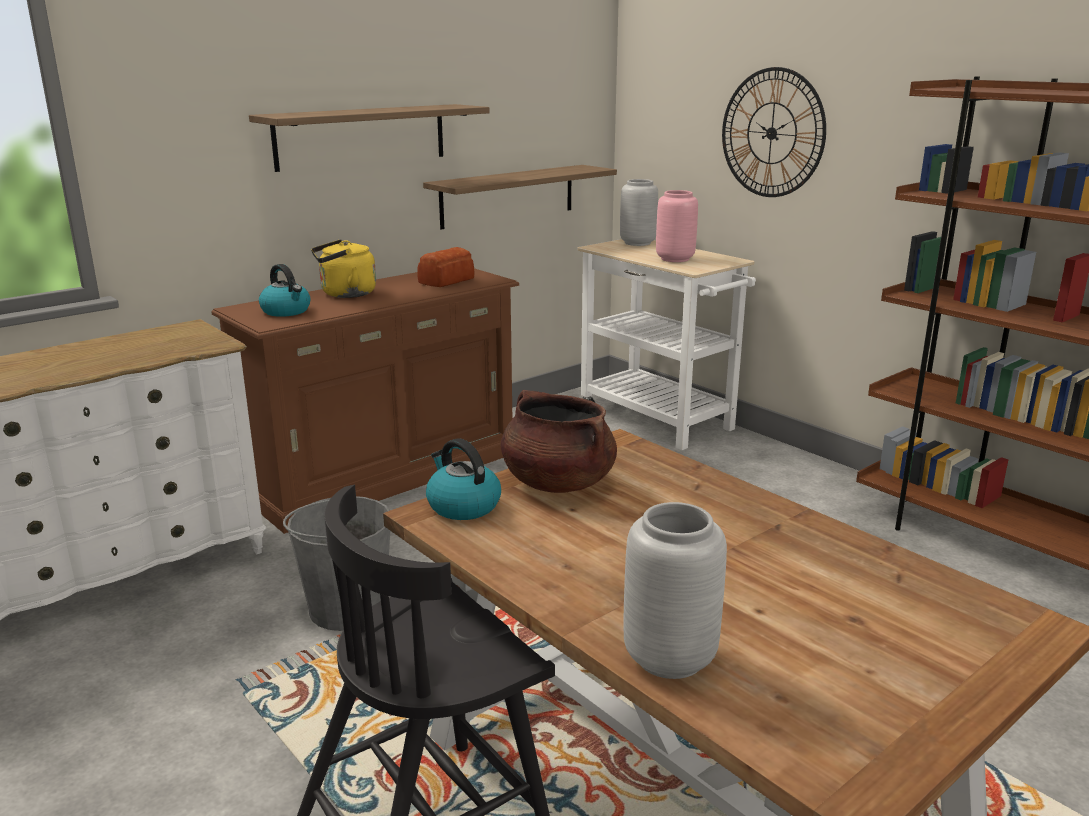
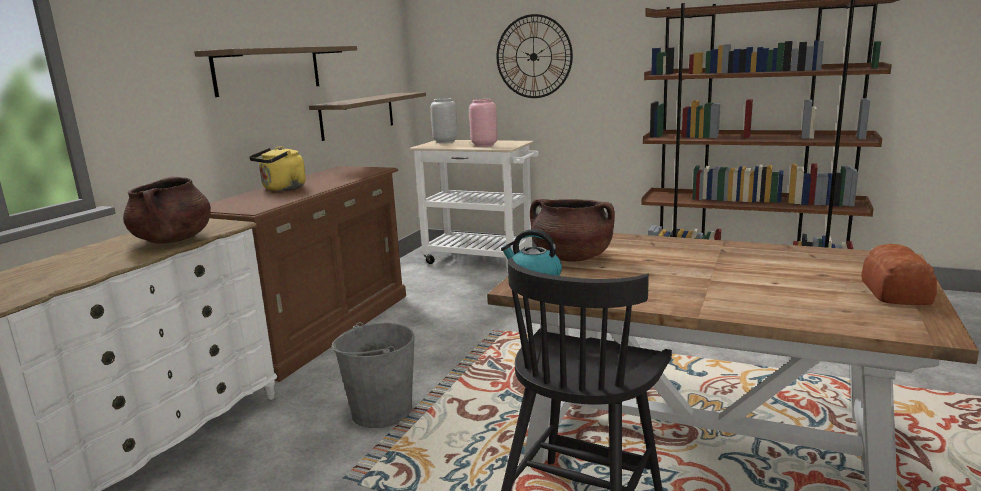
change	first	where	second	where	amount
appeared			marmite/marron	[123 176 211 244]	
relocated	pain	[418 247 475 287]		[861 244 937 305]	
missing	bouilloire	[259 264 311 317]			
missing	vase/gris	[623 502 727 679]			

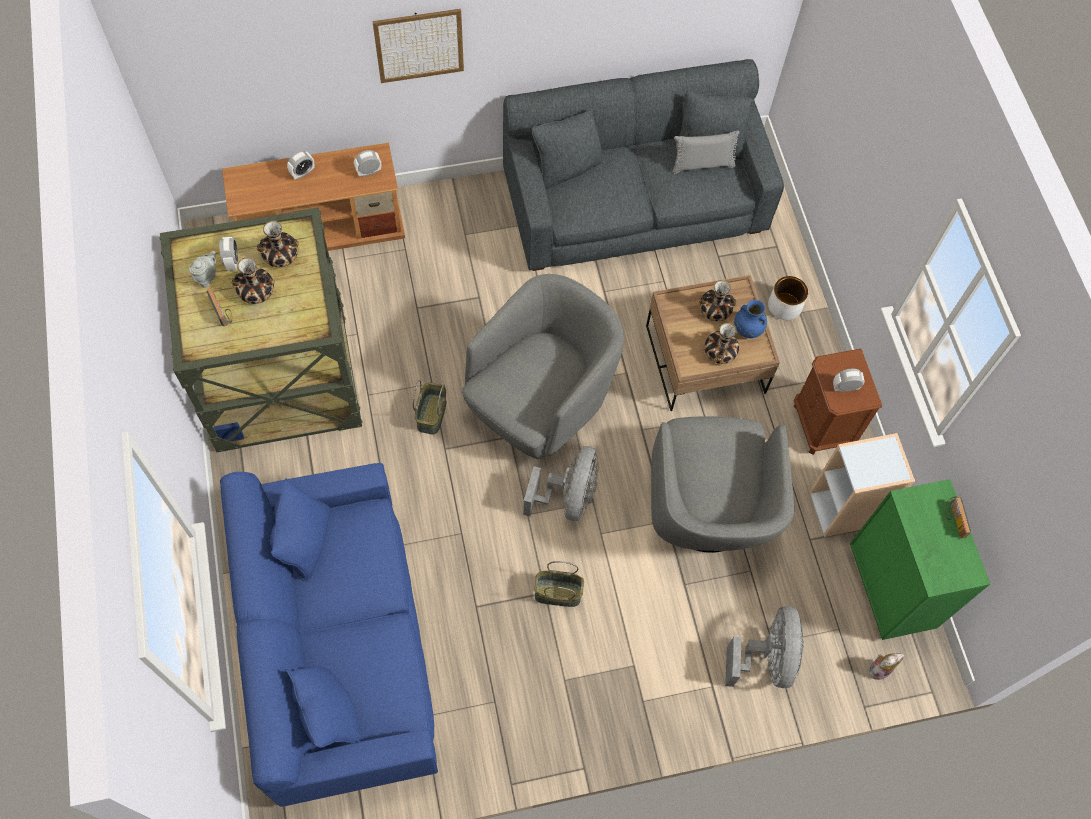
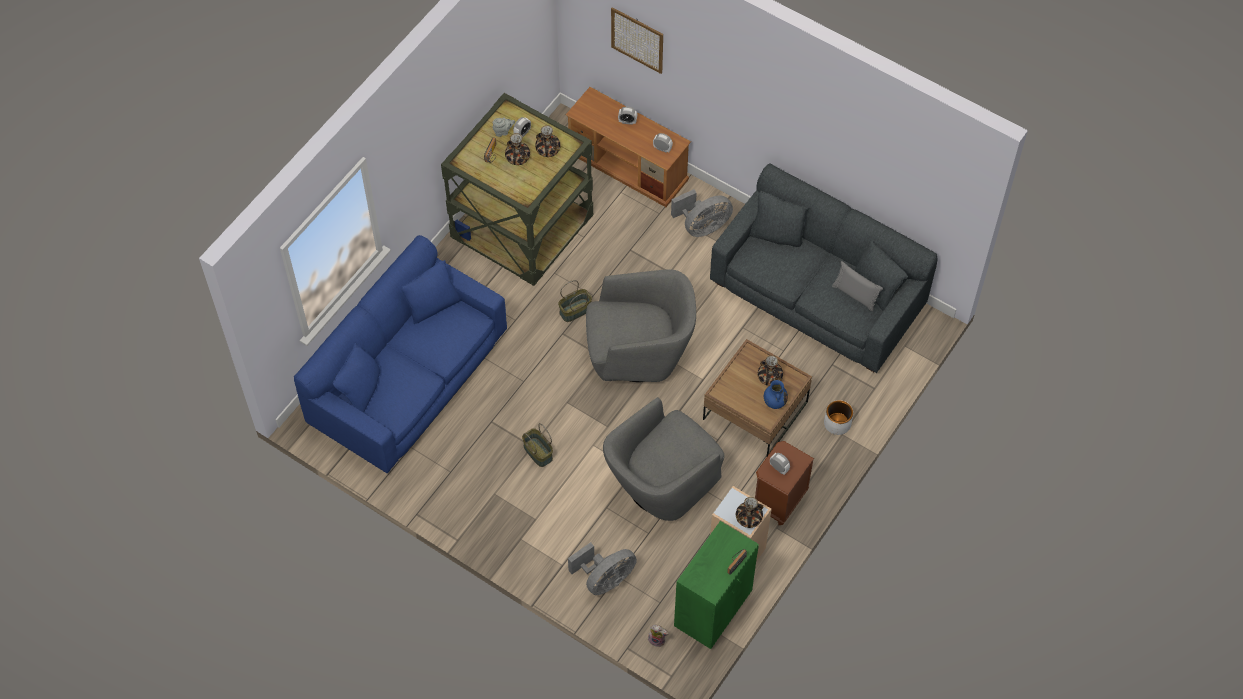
change	first	where	second	where	amount
relocated	tableau	[372 9 464 83]		[611 7 663 74]	
relocated	ventilateur/gris	[523 446 598 521]		[671 189 733 237]	
relocated	vase	[705 323 739 364]		[736 497 763 528]	

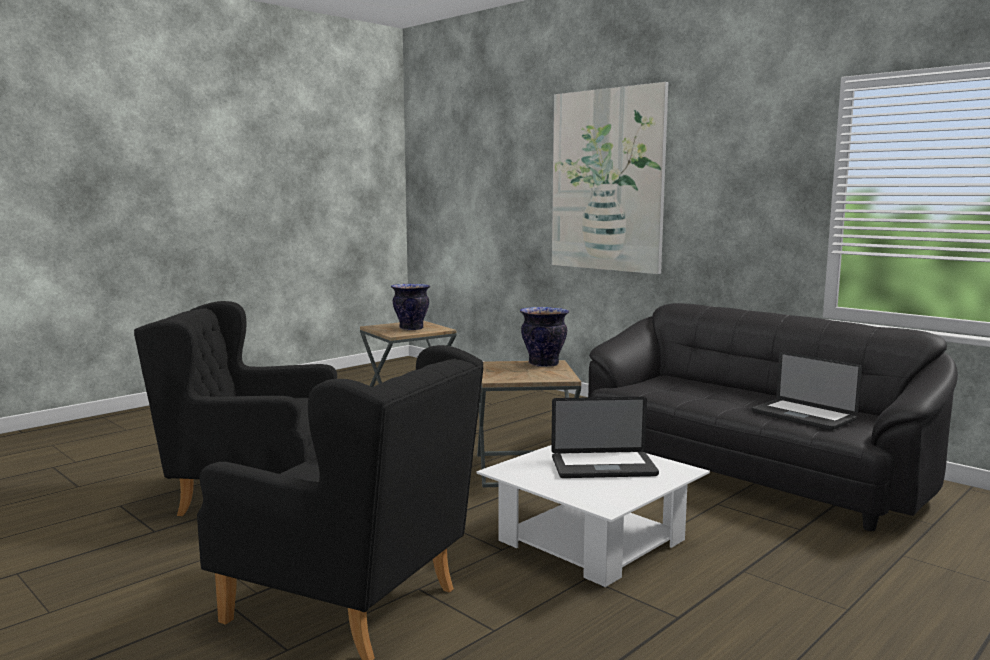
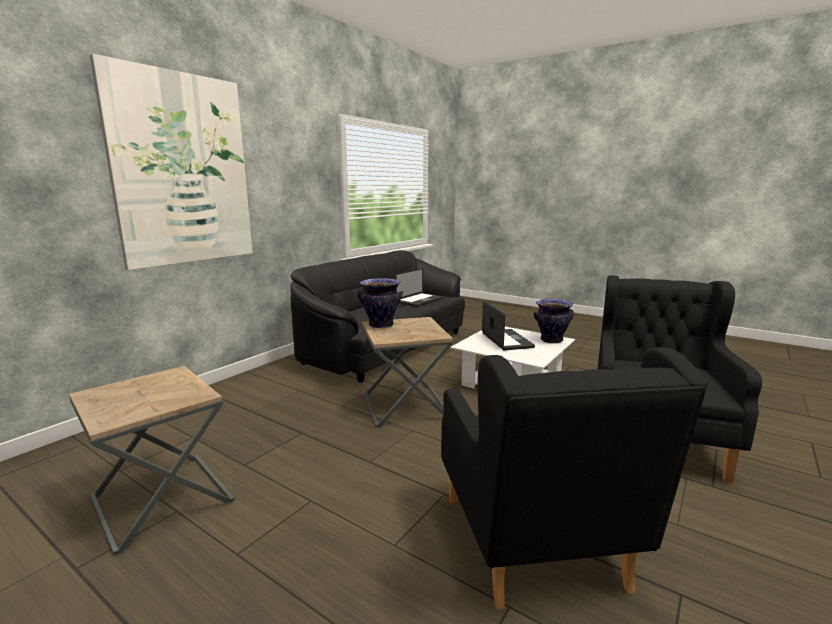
change	first	where	second	where	amount
relocated	vase	[391 284 430 330]		[534 299 574 344]	

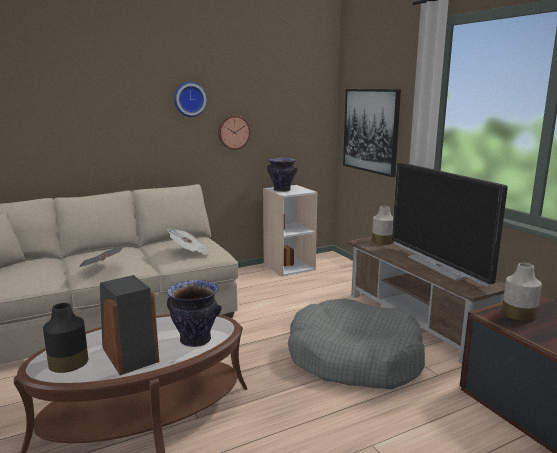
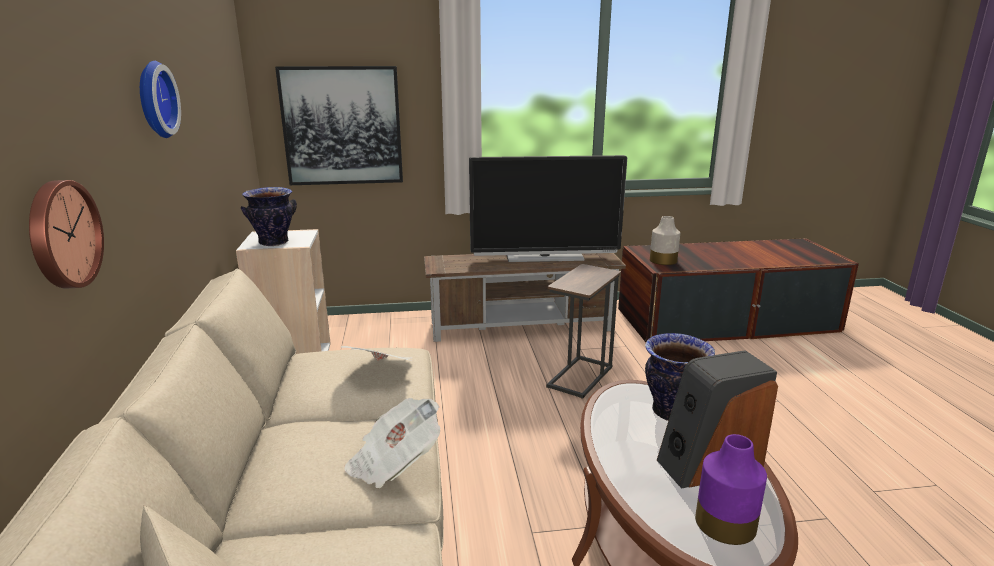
change	first	where	second	where	amount
relocated	horloge murale	[218 116 251 150]		[29 180 104 288]	
exchanged	panier pour chien/gris	[288 299 425 389]	table d'appoint/marron	[546 264 621 399]	
colour	vase/noir	[43 303 88 373]	vase/violet	[695 434 767 545]	
missing	vase/beige	[372 206 394 245]			

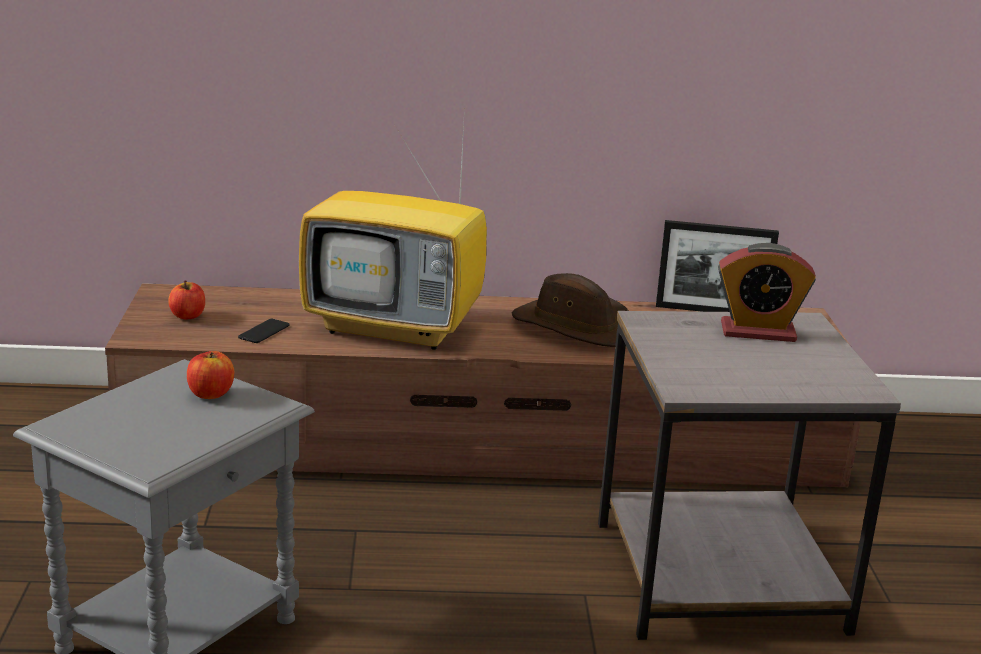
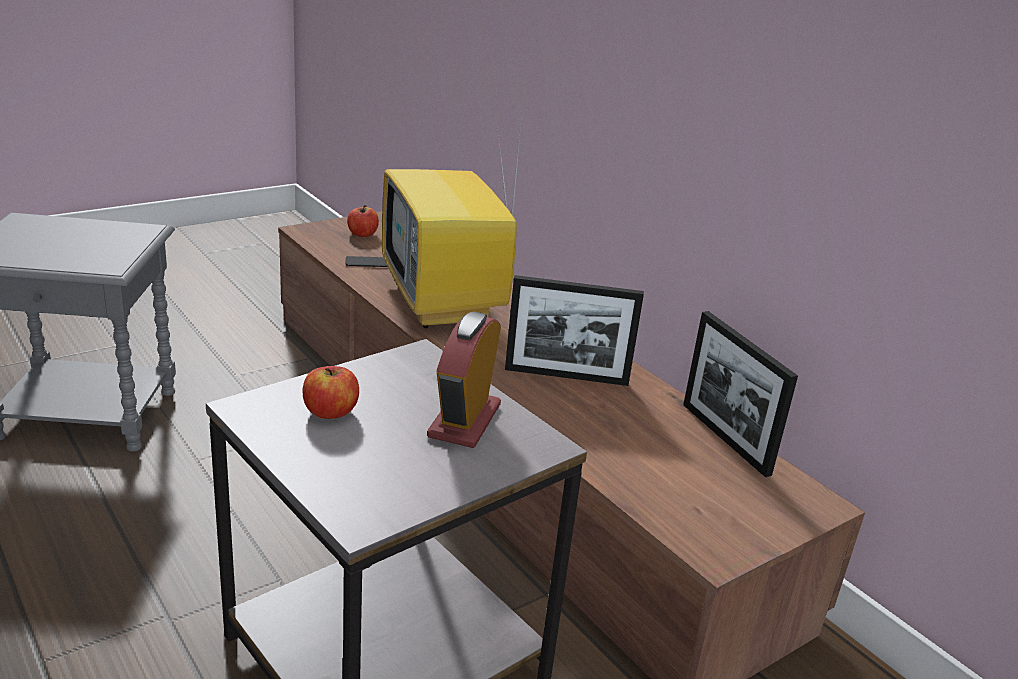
change	first	where	second	where	amount
relocated	pomme	[187 351 234 399]		[302 366 359 419]	
spun	réveil	[718 243 816 342]		[427 312 501 448]	45 degrees clockwise
exchanged	chapeau/marron	[512 273 629 347]	cadre photo	[505 275 644 386]	

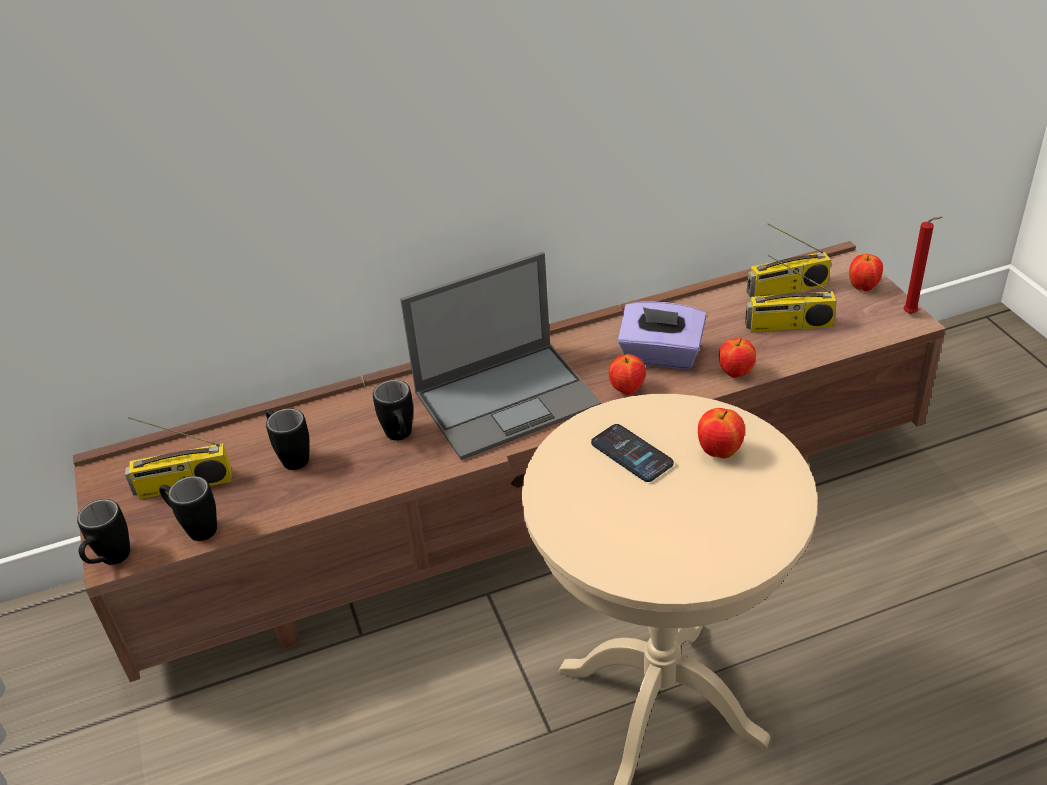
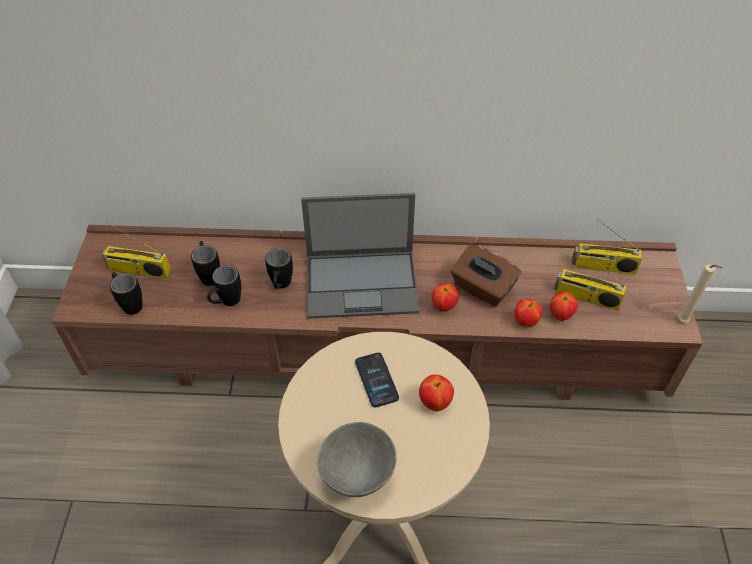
change	first	where	second	where	amount
relocated	mug/noir	[77 499 130 565]		[207 265 241 306]	
appeared			bol/gris	[317 422 397 497]	
colour	boîte à mouchoirs/violet	[618 301 707 369]	boîte à mouchoirs/marron	[451 244 521 307]	
relocated	pomme	[849 254 883 291]		[549 292 578 321]	
colour	bougie/rouge	[903 217 943 314]	bougie/beige	[678 265 722 323]	

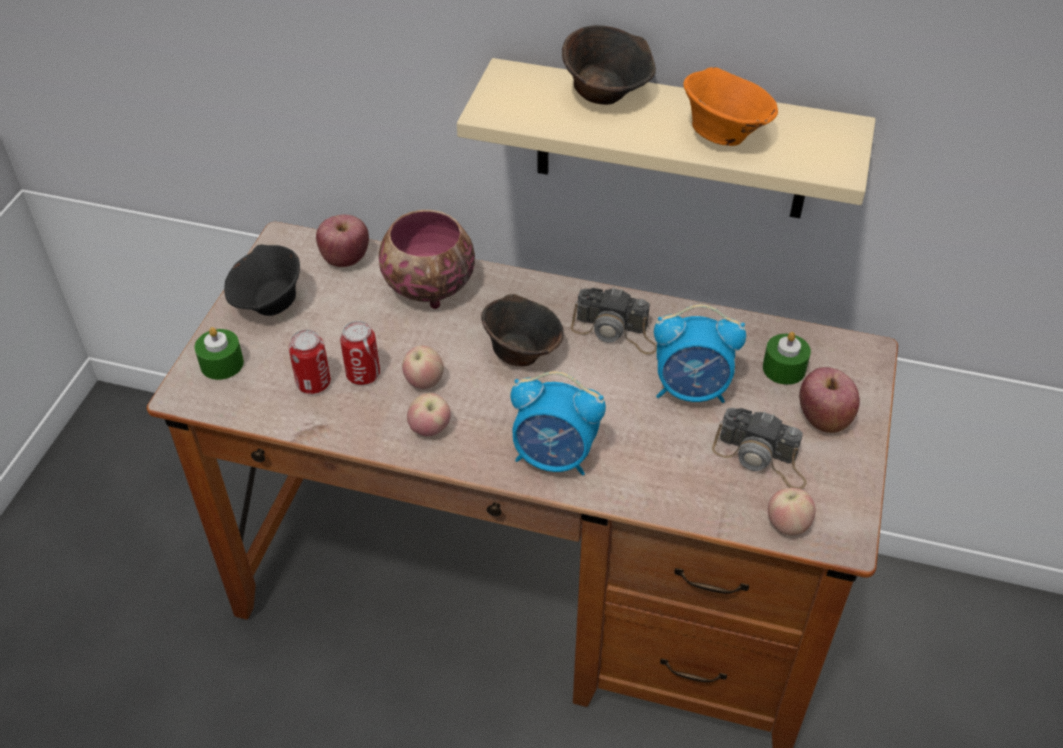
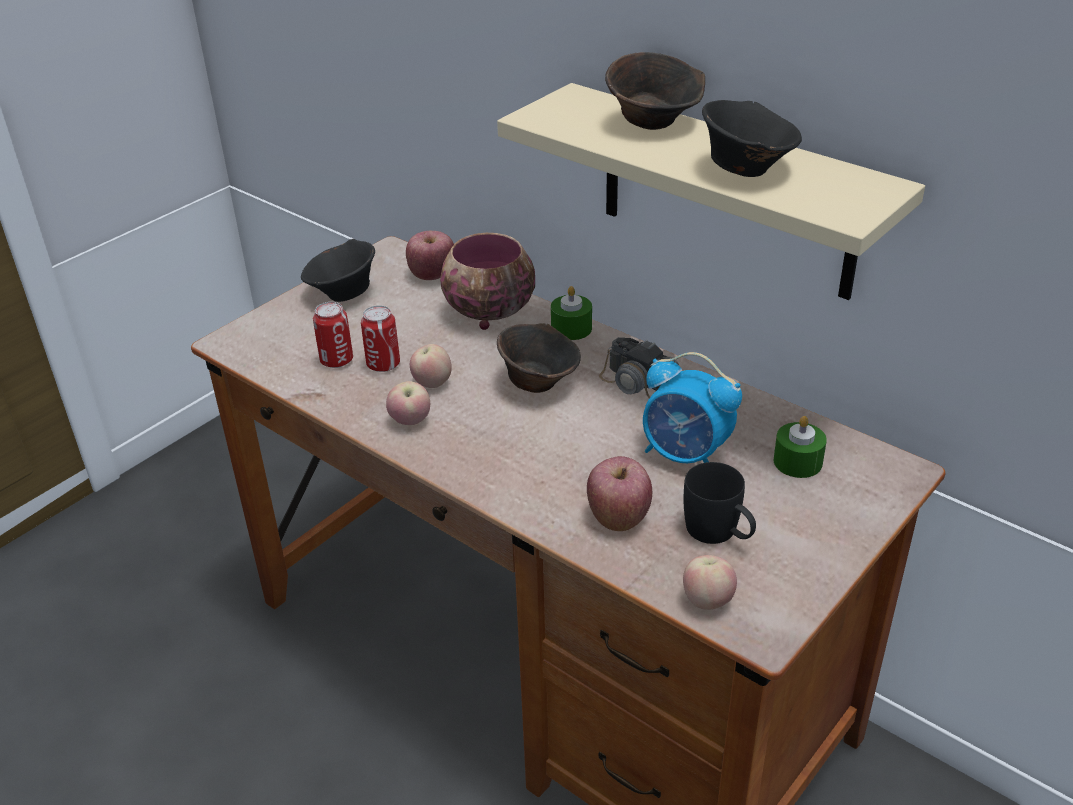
change	first	where	second	where	amount
relocated	bougie/vert	[195 327 244 380]		[551 286 592 340]	
relocated	pomme	[799 367 860 433]		[587 456 652 531]	
exchanged	appareil photo	[712 408 807 489]	mug/noir	[684 462 756 544]	
colour	bol/orange	[683 67 778 146]	bol/noir	[702 100 802 177]	
missing	réveil	[510 371 606 475]			

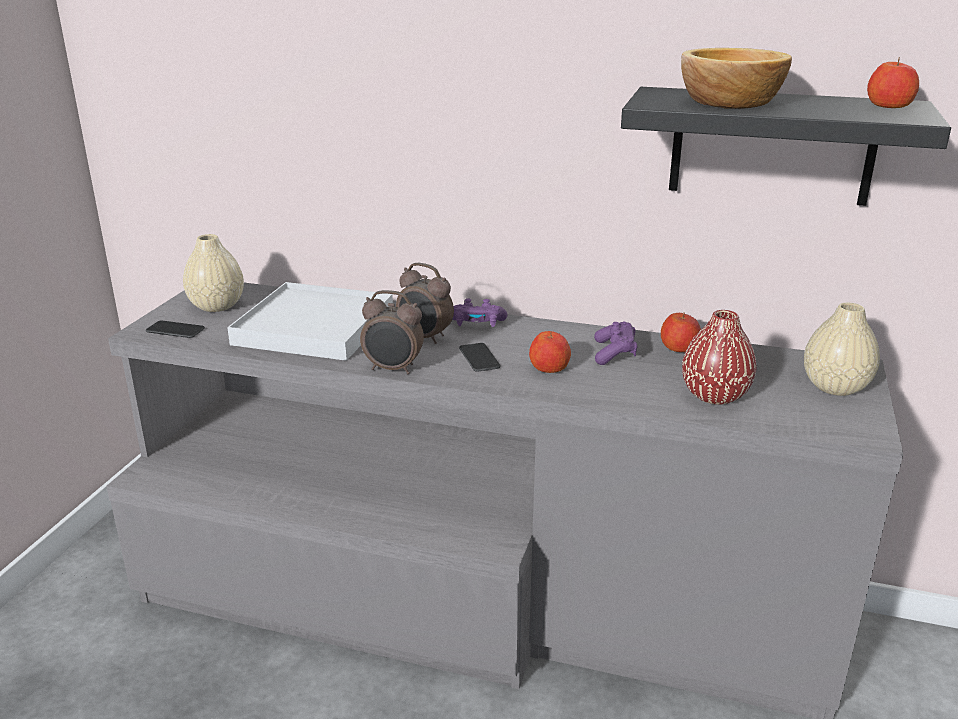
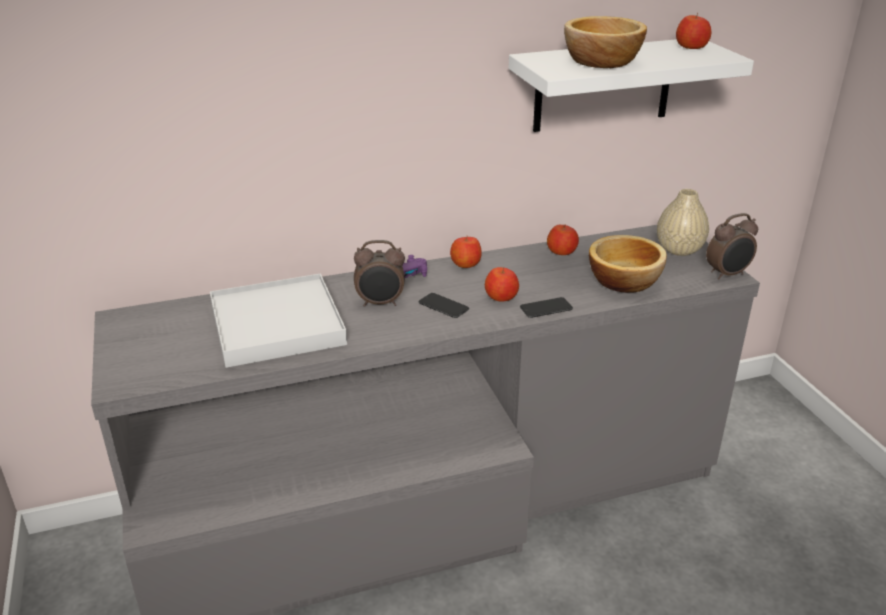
change	first	where	second	where	amount
appeared			pomme	[450 237 482 268]	
colour	étagère/noir	[621 87 951 206]	étagère/blanc	[508 39 754 132]	
relocated	téléphone	[146 320 205 338]		[520 297 573 318]	
exchanged	vase/rouge	[682 310 756 405]	bol	[589 235 667 293]	
relocated	réveil	[360 290 424 374]		[706 213 758 280]	
missing	vase/beige	[183 234 244 312]			
missing	manette/violet	[594 322 637 365]			

